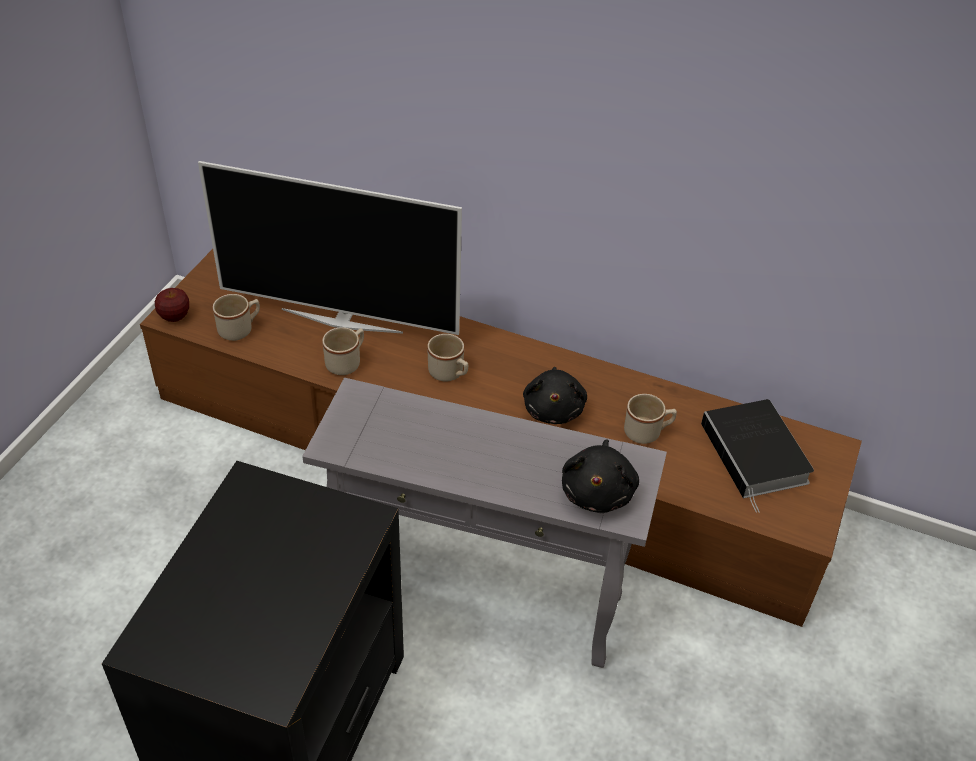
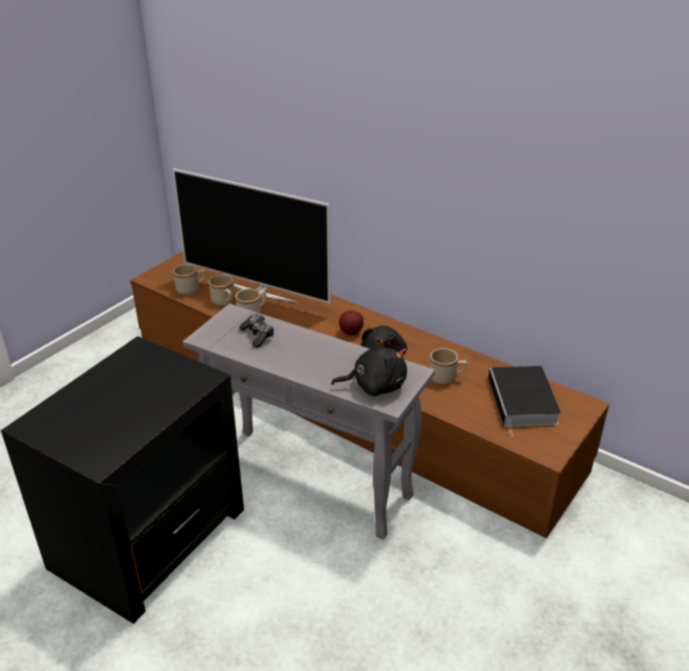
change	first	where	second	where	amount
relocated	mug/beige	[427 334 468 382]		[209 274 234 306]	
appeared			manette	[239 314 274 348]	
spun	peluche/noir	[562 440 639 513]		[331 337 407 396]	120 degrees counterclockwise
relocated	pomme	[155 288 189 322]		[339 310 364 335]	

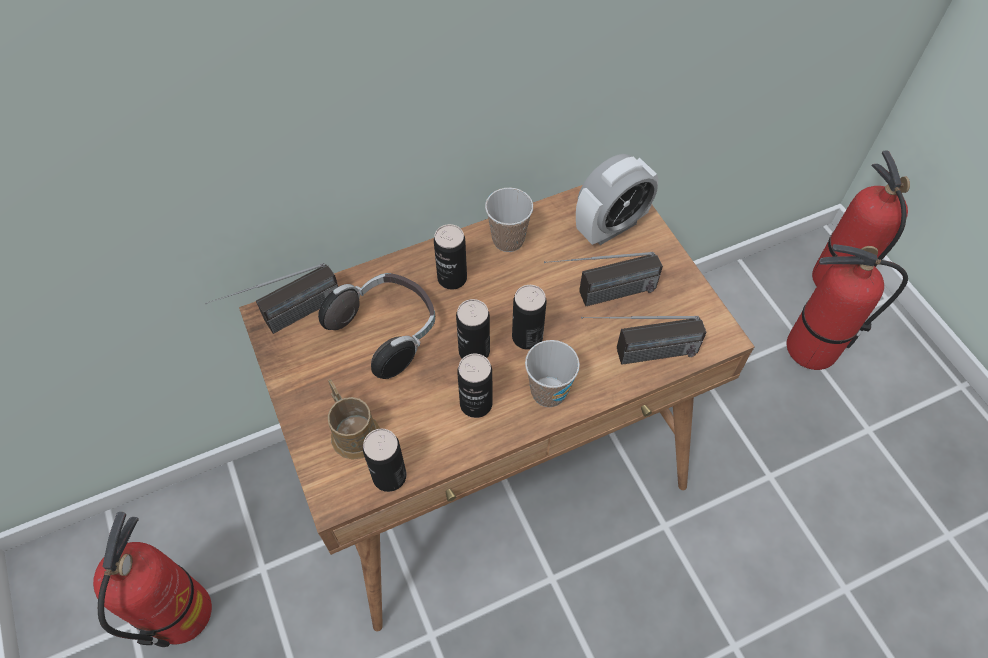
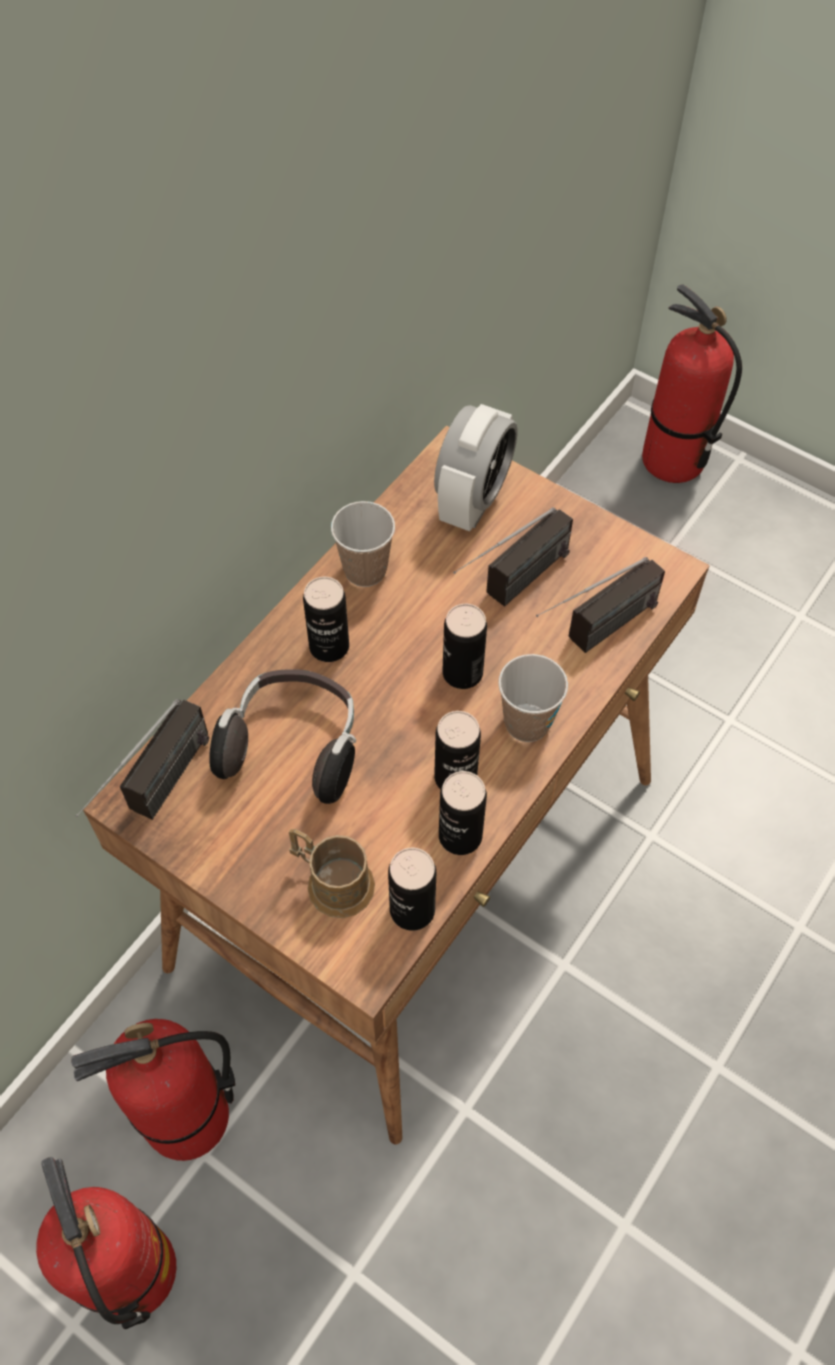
change	first	where	second	where	amount
relocated	extincteur	[786 244 908 370]		[71 1019 235 1161]	
relocated	boîte métallique	[456 299 490 359]		[439 771 487 855]	

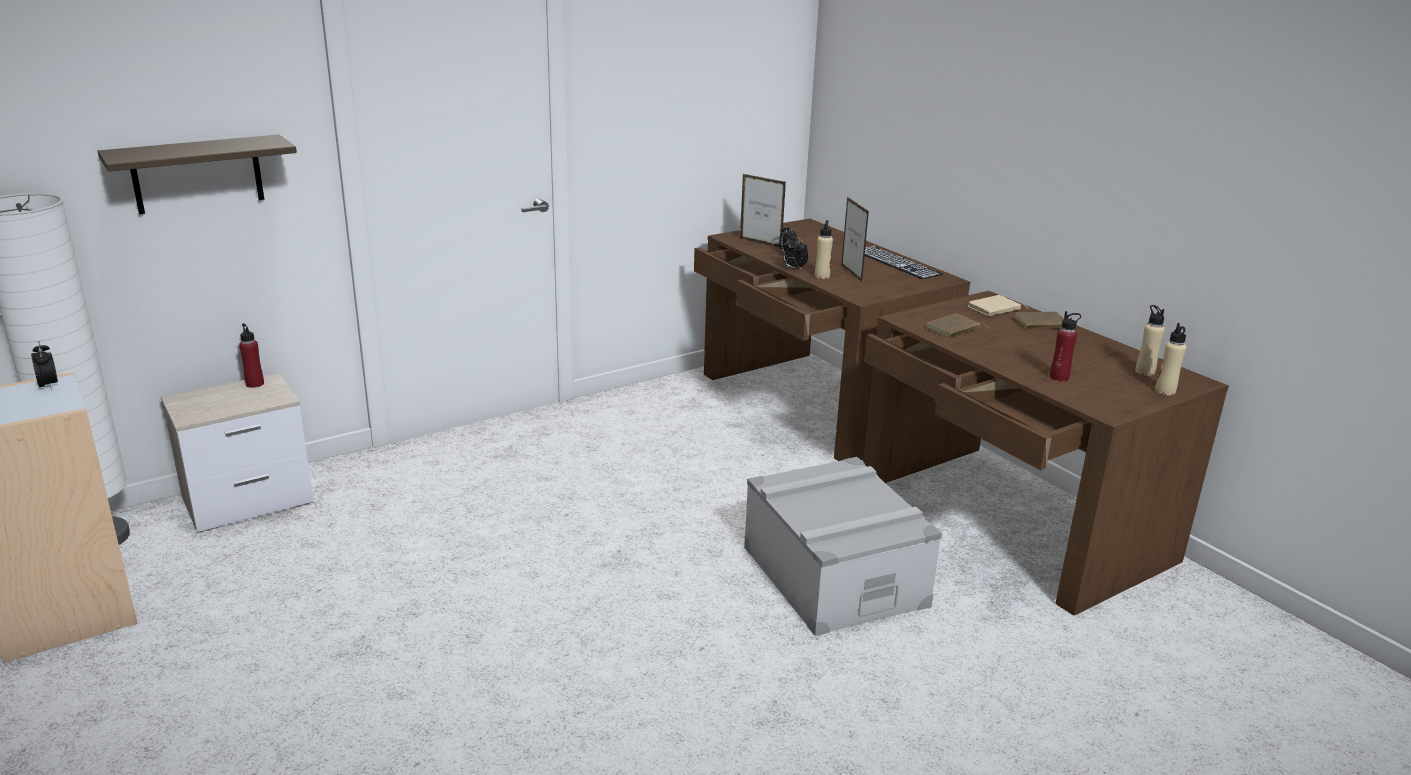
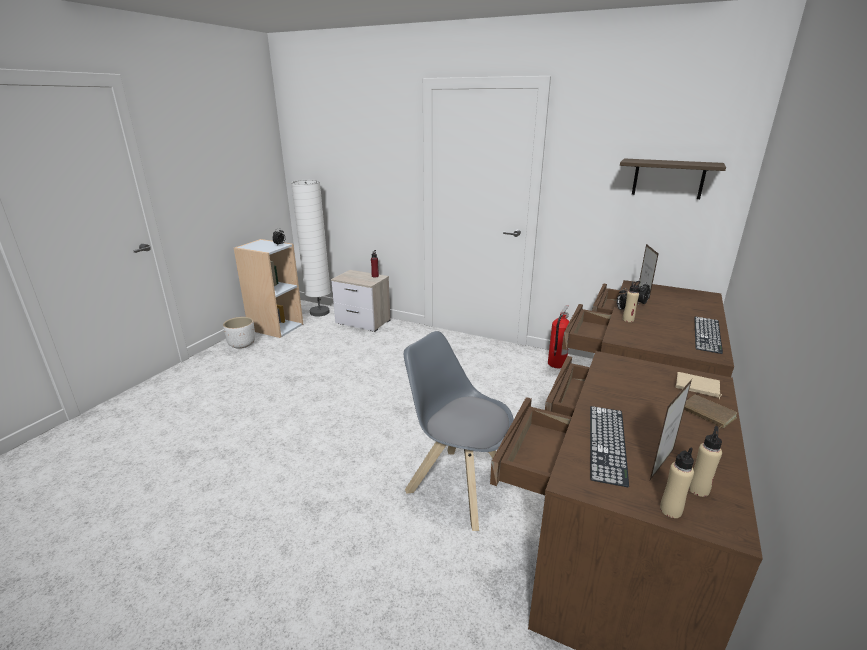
change	first	where	second	where	amount
appeared			cache-pot/blanc	[223 317 255 349]	
exchanged	boîte de rangement/gris	[744 457 942 636]	chaise/gris	[404 331 514 531]	
appeared			extincteur	[548 305 570 368]	
exchanged	bouteille/rouge	[1050 311 1081 382]	clavier	[590 406 629 487]	
relocated	étagère	[98 134 297 214]		[620 158 726 199]	
relocated	cadre photo	[841 197 869 282]		[650 379 692 480]	
missing	livre/marron	[925 313 988 338]			

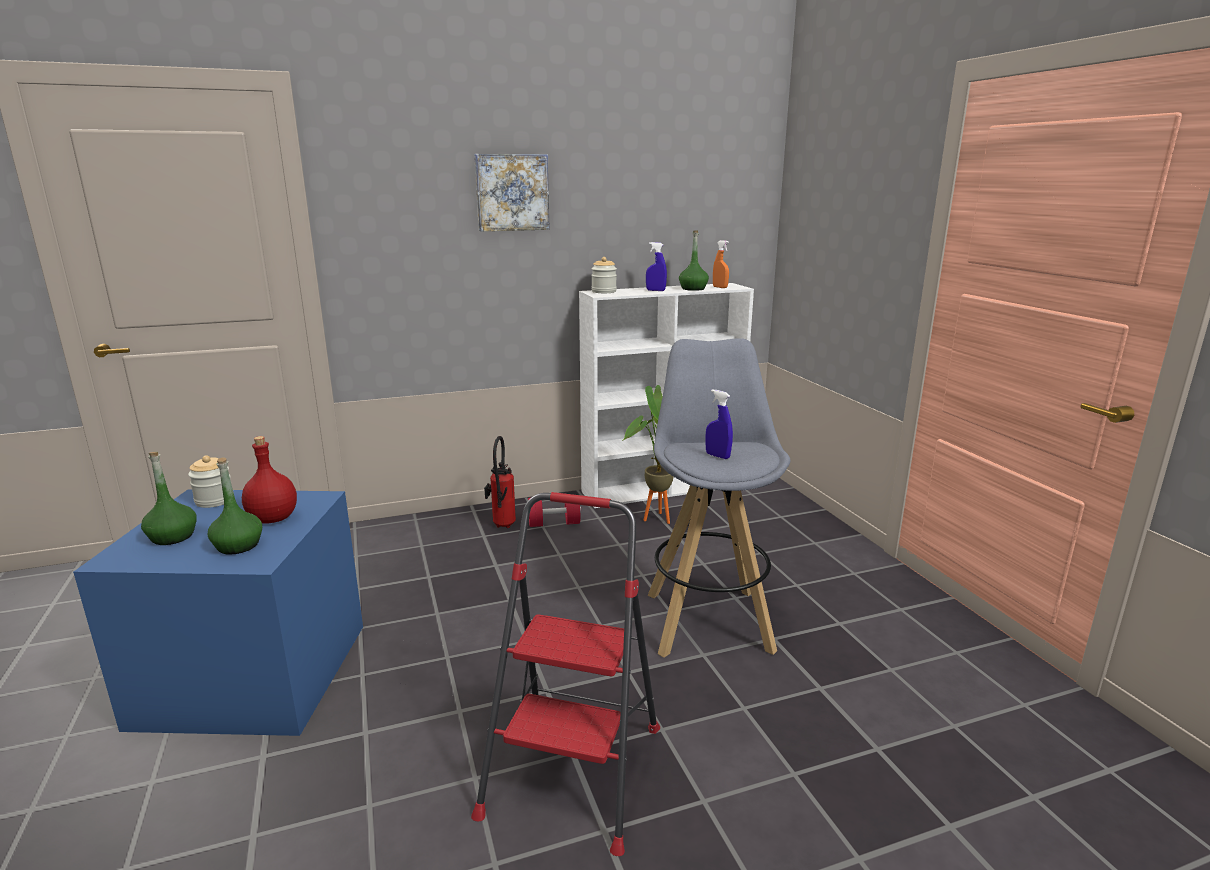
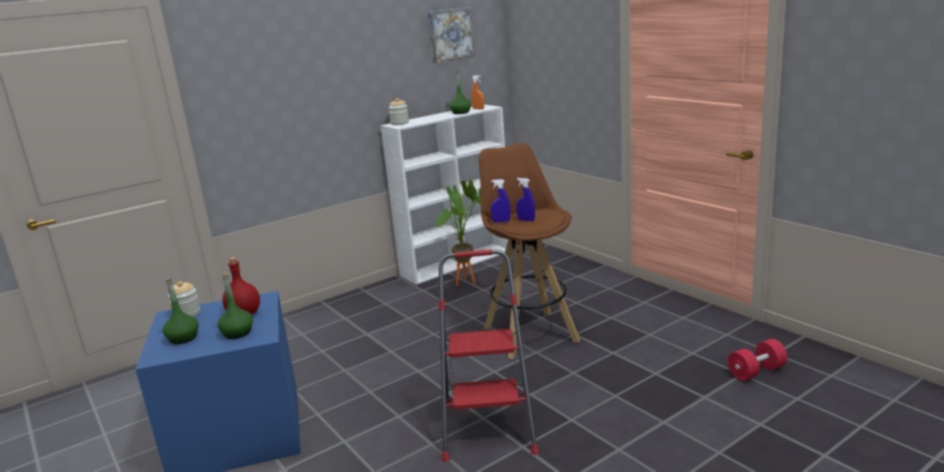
change	first	where	second	where	amount
relocated	tableau	[474 154 550 231]		[428 7 475 63]	
colour	tabouret/gris	[648 338 790 658]	tabouret/marron	[479 143 580 359]	
relocated	vaporisateur/bleu	[646 242 667 291]		[491 179 510 223]	
relocated	haltère/rouge	[528 498 581 527]		[728 339 787 381]	
missing	extincteur	[484 436 516 528]			

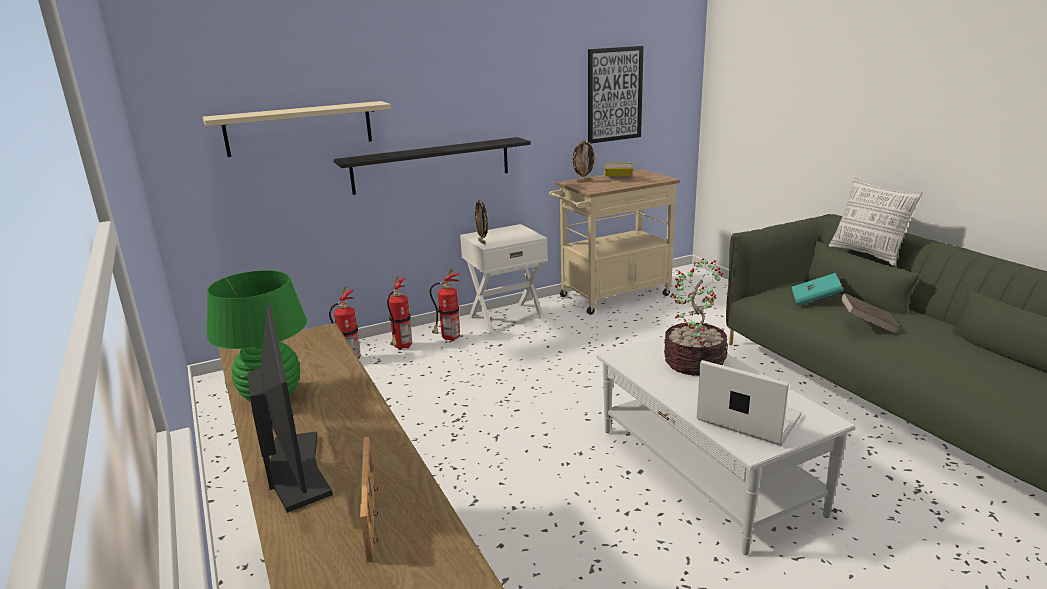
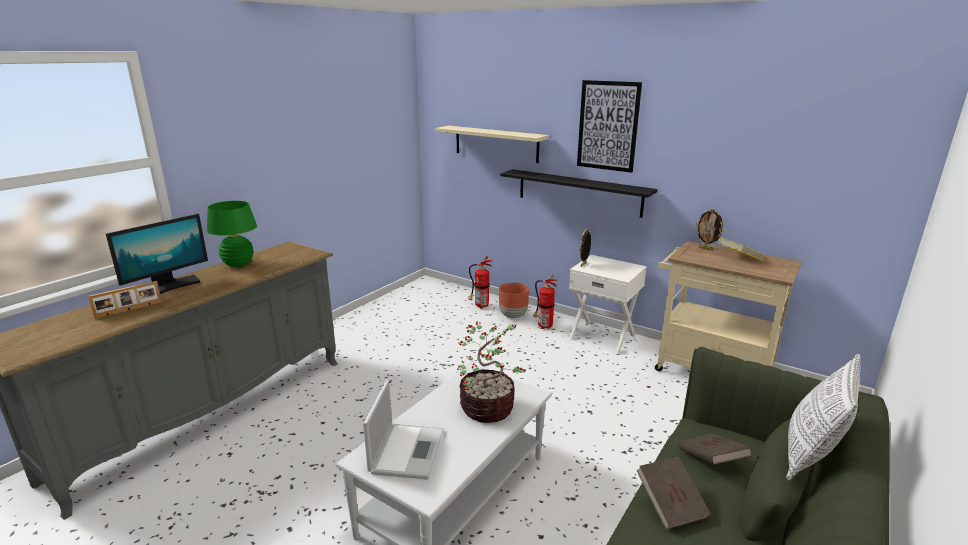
change	first	where	second	where	amount
exchanged	extincteur	[387 276 412 350]	cache-pot/marron	[499 283 529 318]	
relocated	tableau	[588 46 644 144]		[577 80 642 173]	
colour	livre/turquoise	[792 273 843 306]	livre/marron	[679 434 752 465]	

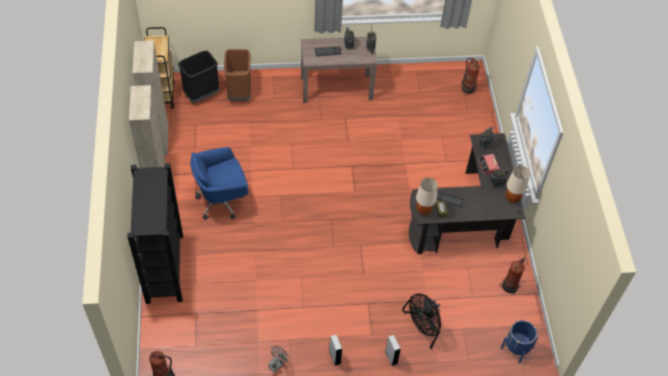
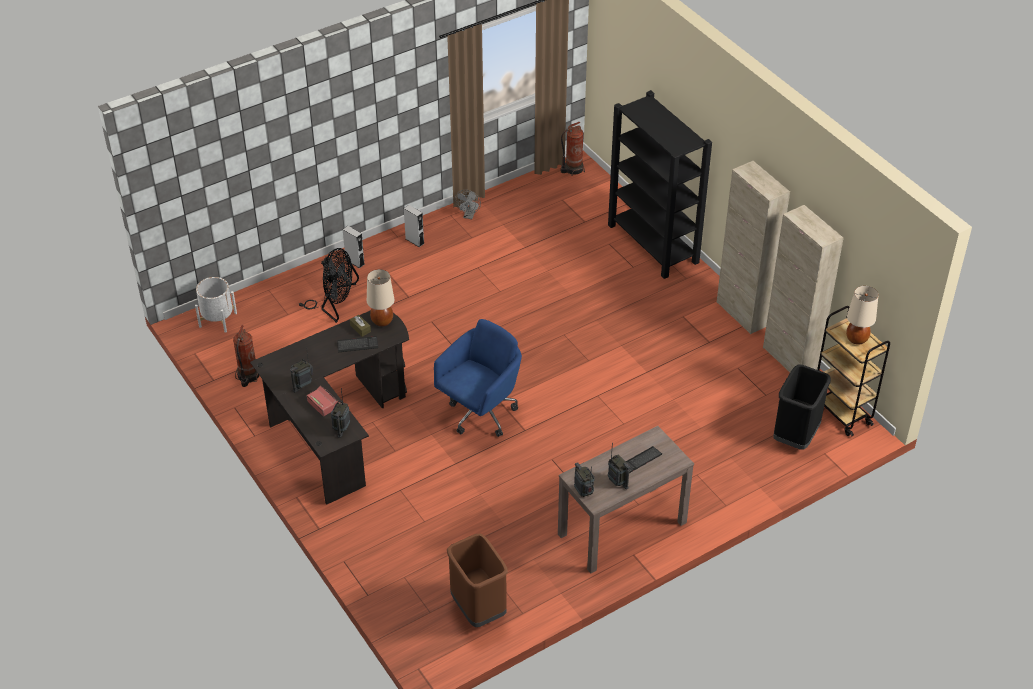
change	first	where	second	where	amount
colour	cache-pot/bleu	[500 320 538 363]	cache-pot/blanc	[195 277 237 333]	
spun	ventilateur/noir	[402 293 441 349]		[299 248 359 323]	75 degrees clockwise
relocated	chaise de bureau/bleu	[190 147 249 220]		[434 319 522 437]	
relocated	poubelle/marron	[224 49 251 100]		[447 533 508 627]	
relocated	lampe de table/beige	[505 166 530 203]		[846 286 878 345]	
missing	extincteur	[460 58 480 95]			

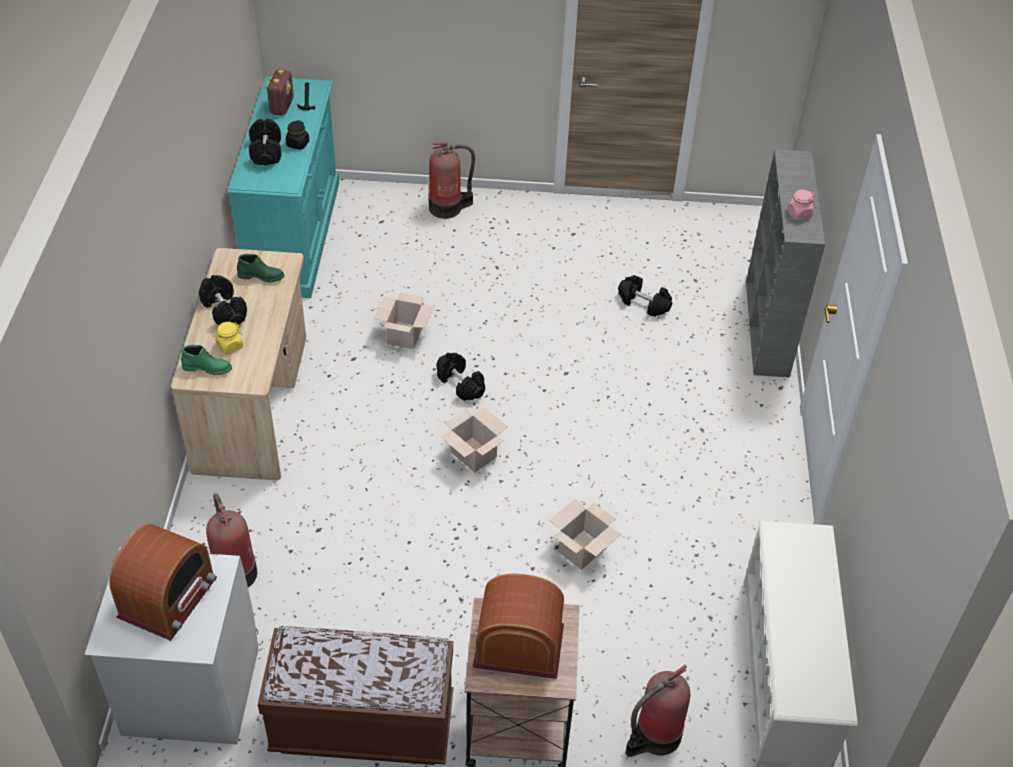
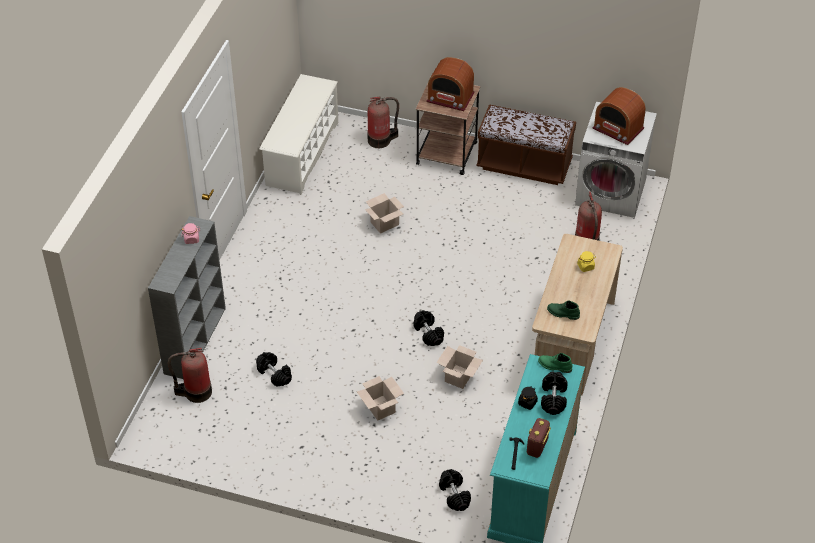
change	first	where	second	where	amount
relocated	extincteur	[429 142 475 219]		[168 348 212 403]	
relocated	carton	[440 407 508 472]		[357 376 404 421]	
relocated	haltère/noir	[199 275 247 325]		[439 469 471 511]	
relocated	botte/vert	[181 345 232 375]		[538 353 572 373]	
spun	radio	[110 523 217 641]		[592 87 646 145]	90 degrees counterclockwise

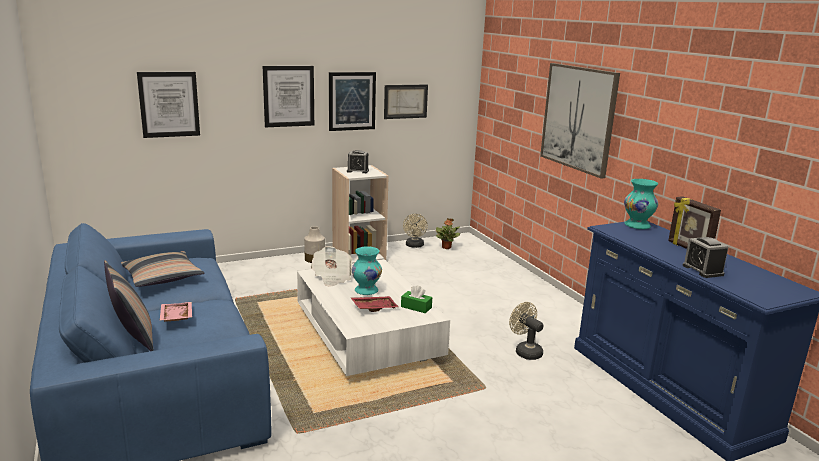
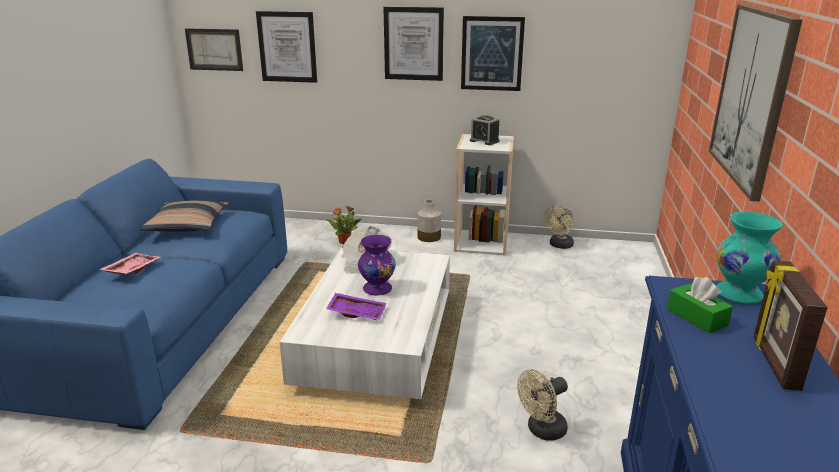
change	first	where	second	where	amount
relocated	tableau	[384 85 428 119]		[185 28 243 71]	
relocated	plante en pot	[436 218 460 249]		[326 206 362 244]	
colour	plateau/rouge	[351 296 399 312]	plateau/violet	[326 293 386 320]	
colour	vase/turquoise	[352 246 382 295]	vase/violet	[358 235 396 295]	
spun	ventilateur/beige	[509 302 544 360]		[518 369 568 441]	120 degrees counterclockwise
relocated	boîte à mouchoirs/vert	[401 285 432 313]		[667 277 733 333]	
missing	coussin	[104 260 154 351]			
missing	réveil	[682 237 729 278]			

